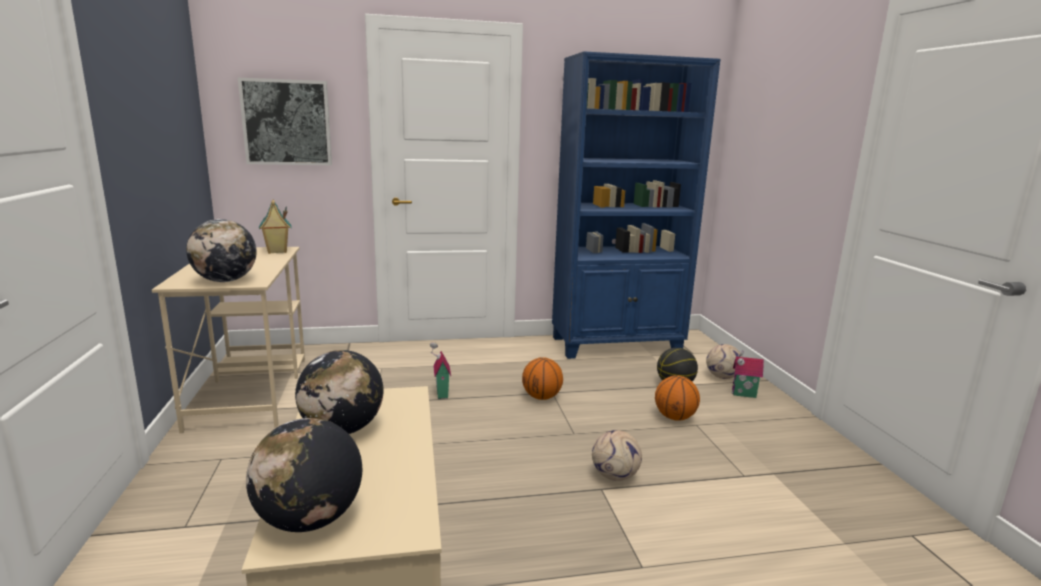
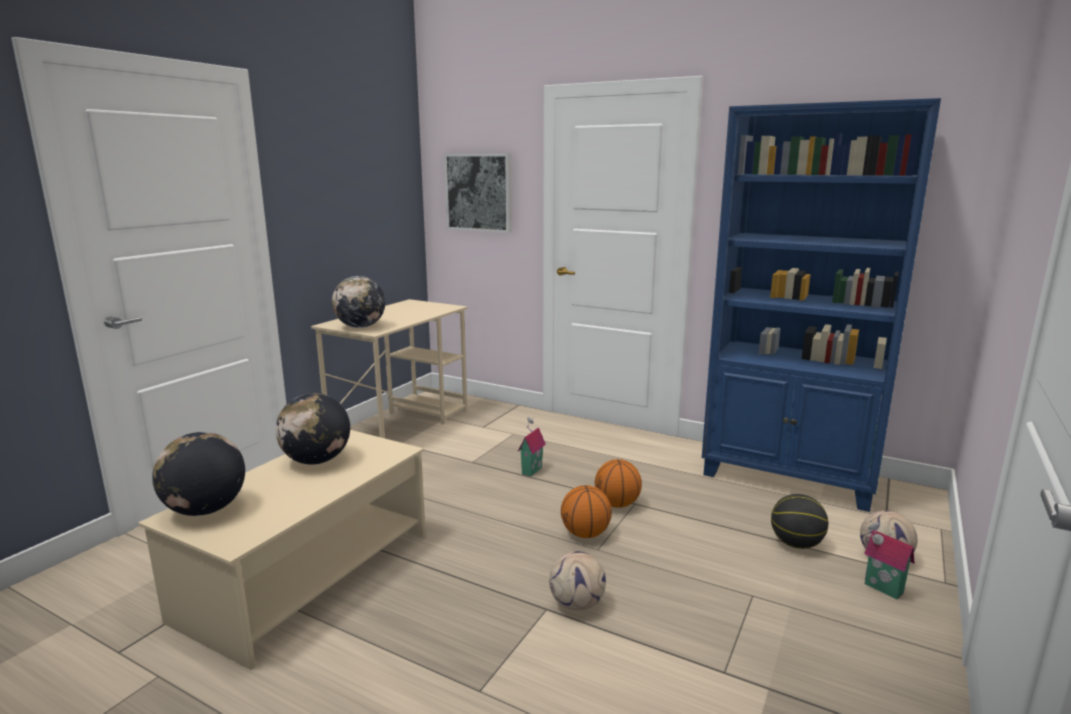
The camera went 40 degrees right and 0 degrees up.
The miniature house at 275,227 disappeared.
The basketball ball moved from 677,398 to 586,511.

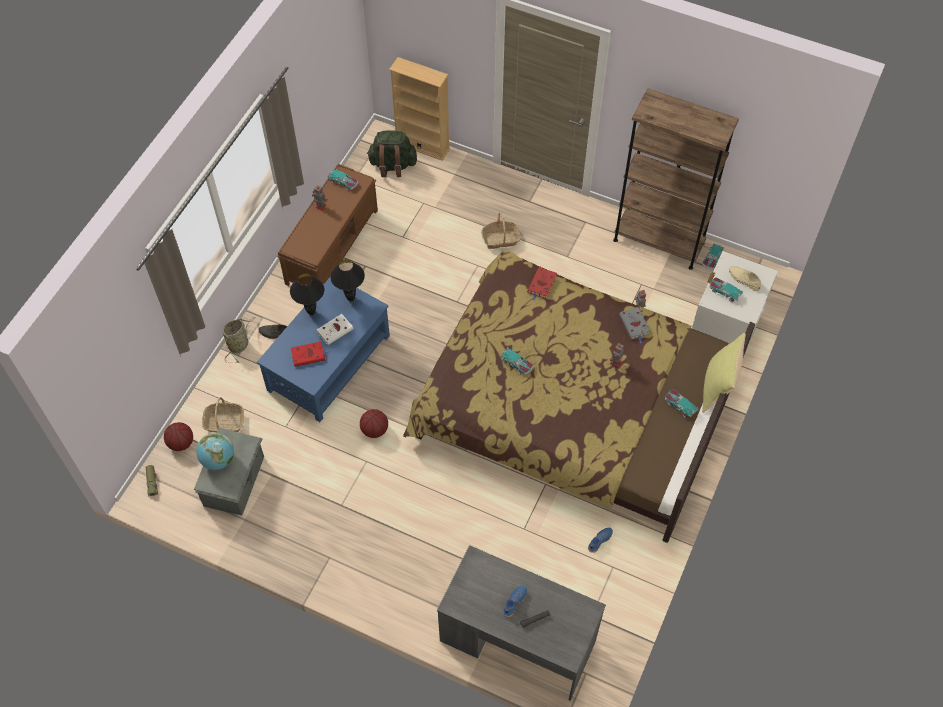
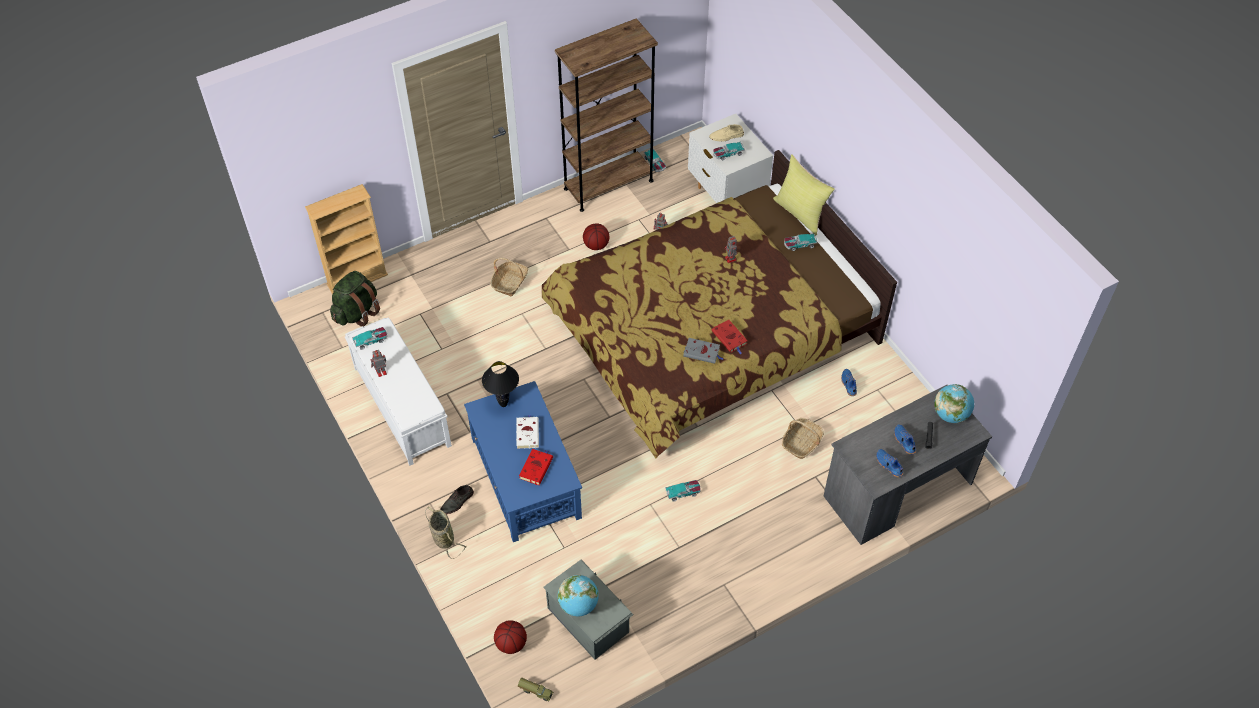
The camera went 55 degrees left and 5 degrees down.
The black table lamp at 307,294 disappeared.
The bluish shoe at 889,463 appeared.
The world globe at 954,403 appeared.
The household basket moved from 223,414 to 803,438.
The basketball ball moved from 374,423 to 596,237.
The miniature car moved from 516,361 to 683,491.
The red-coloured book moved from 542,284 to 729,337.
The greyish book moved from 635,325 to 703,351.
The brown-coloured long seat at 327,225 became the white-coloured long seat at 398,392.

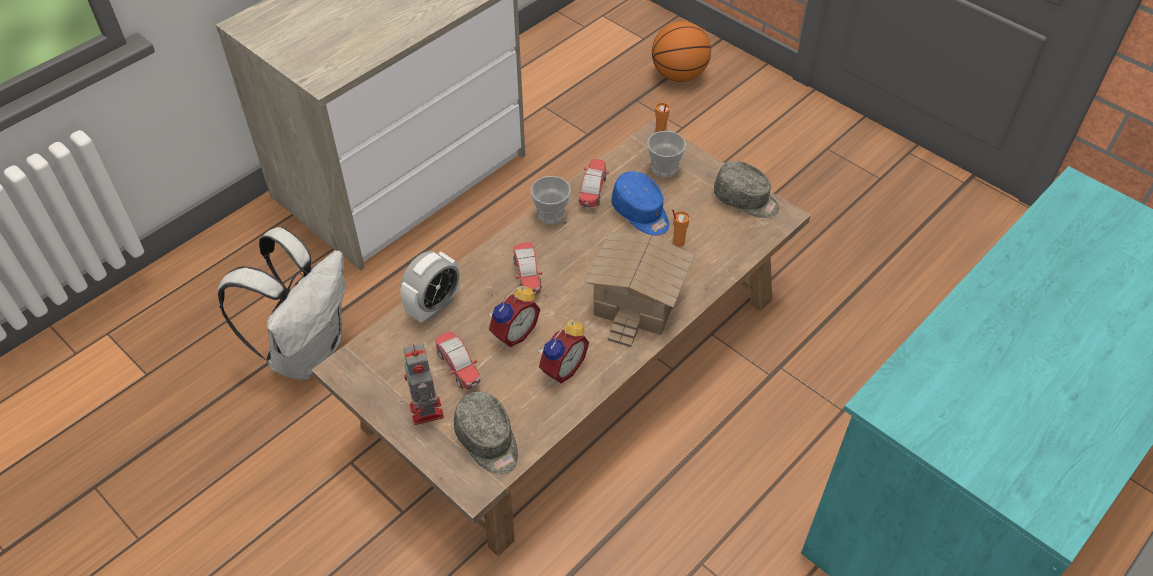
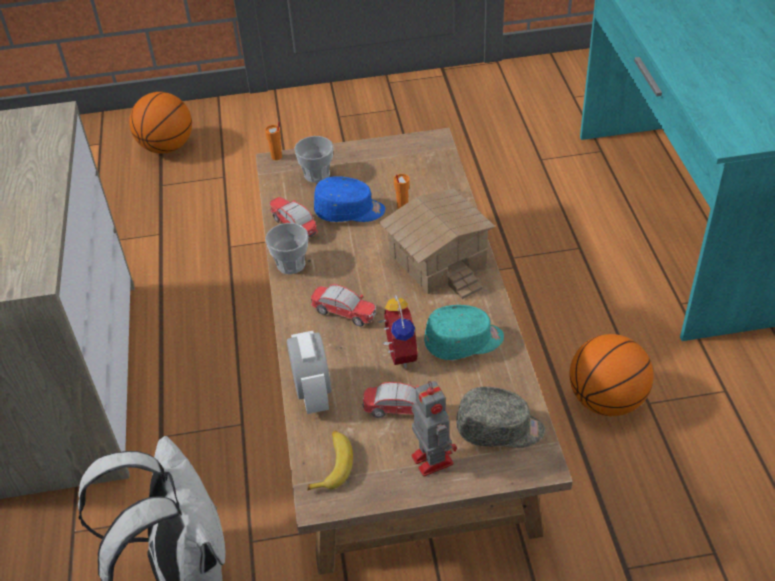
The camera went 50 degrees left and 5 degrees down.
The greyish peaked cap at 746,189 disappeared.
The whole banana at 330,460 appeared.
The basketball ball at 611,375 appeared.
The bedside clock at 563,351 was replaced by the turquoise peaked cap at 464,332.
The toy robot at 424,384 turned 135 degrees counterclockwise.

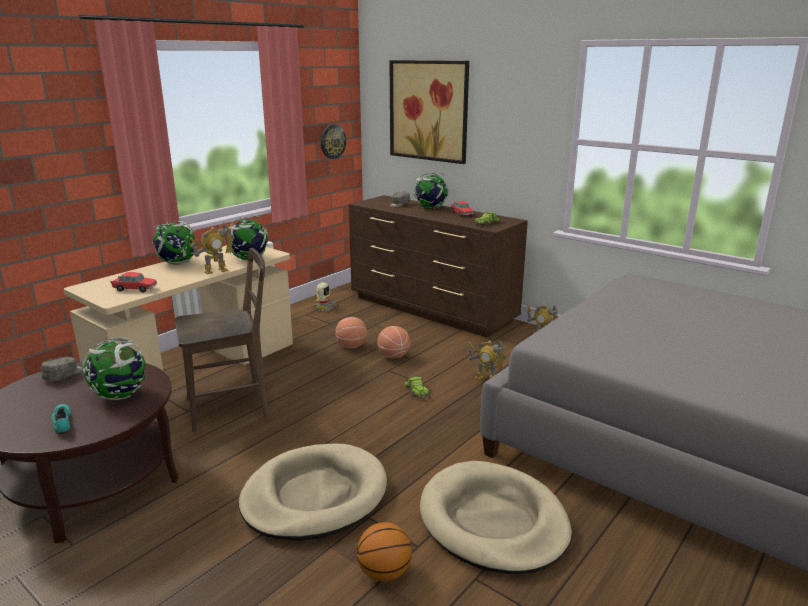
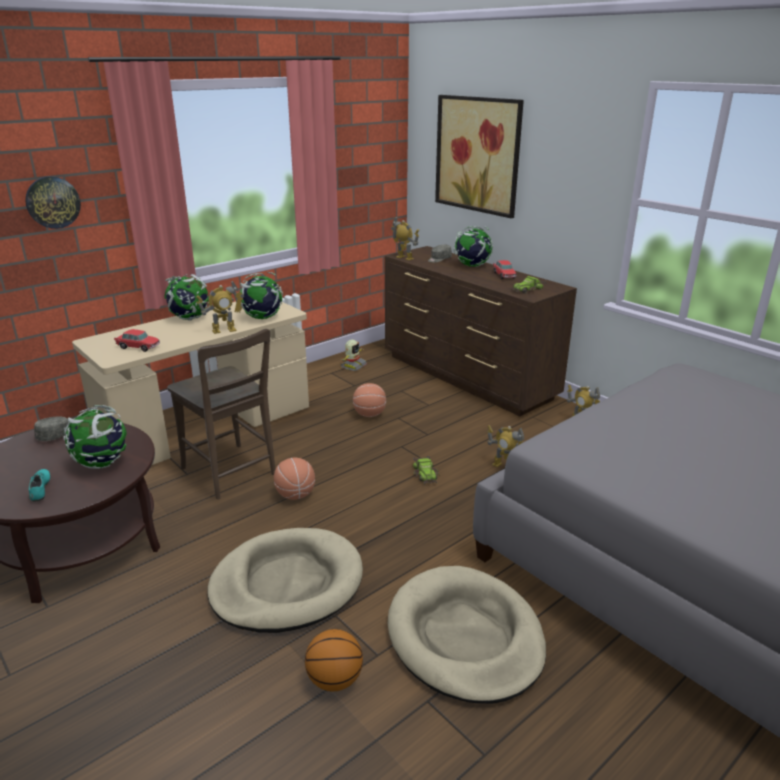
The camera went 10 degrees right and 5 degrees up.
The toy robot at 405,238 appeared.
The wall clock moved from 333,141 to 53,202.
The basketball ball moved from 394,342 to 294,479.
The brown-coloured plain chair at 221,340 turned 60 degrees clockwise.

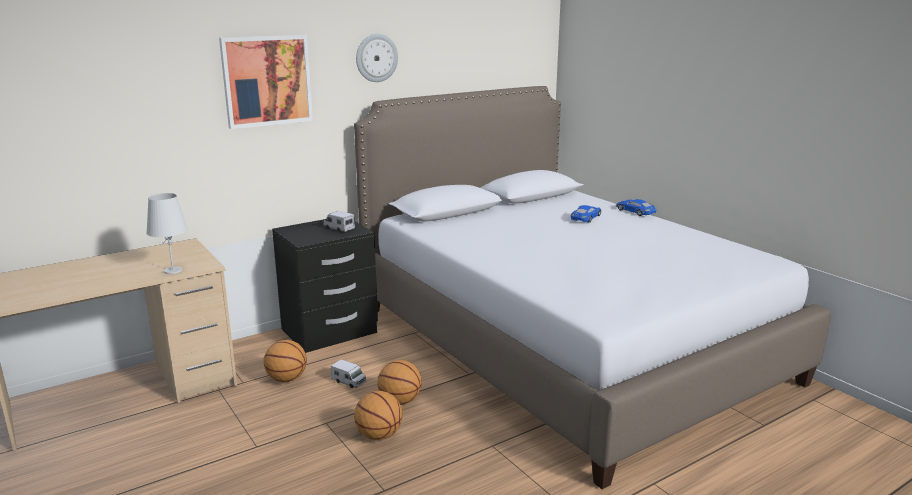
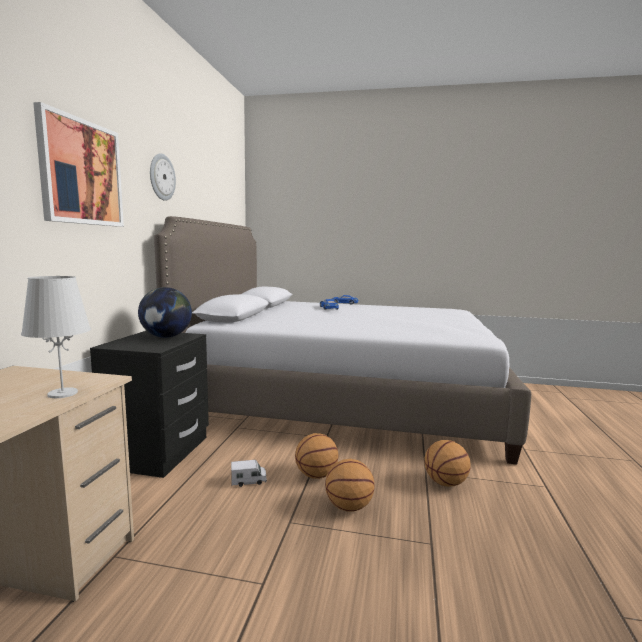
The camera went 45 degrees left and 10 degrees down.
The basketball ball moved from 285,361 to 447,463.
The toy truck at 339,221 was replaced by the world globe at 165,312.

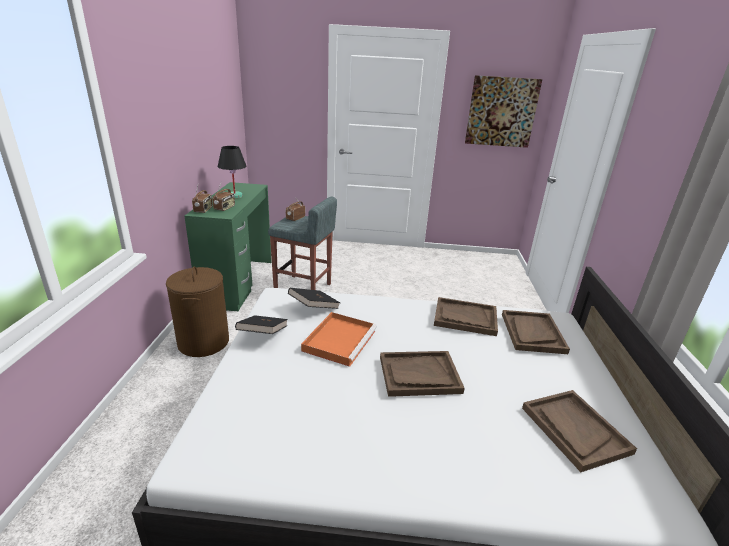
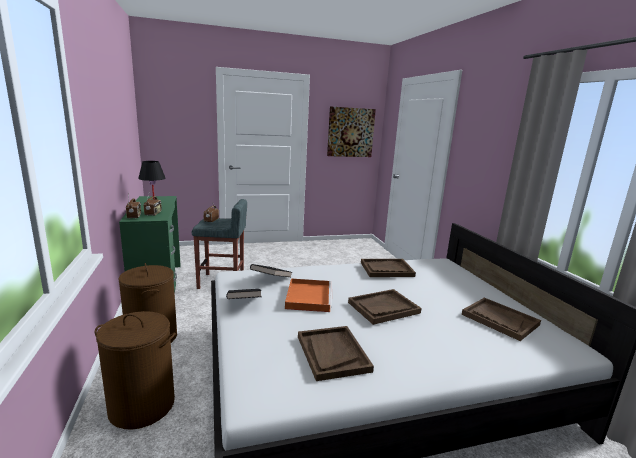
The camera went 20 degrees left and 10 degrees down.
The brown-coloured washing basket at 135,370 appeared.
The brown-coloured tray moved from 536,332 to 336,353.

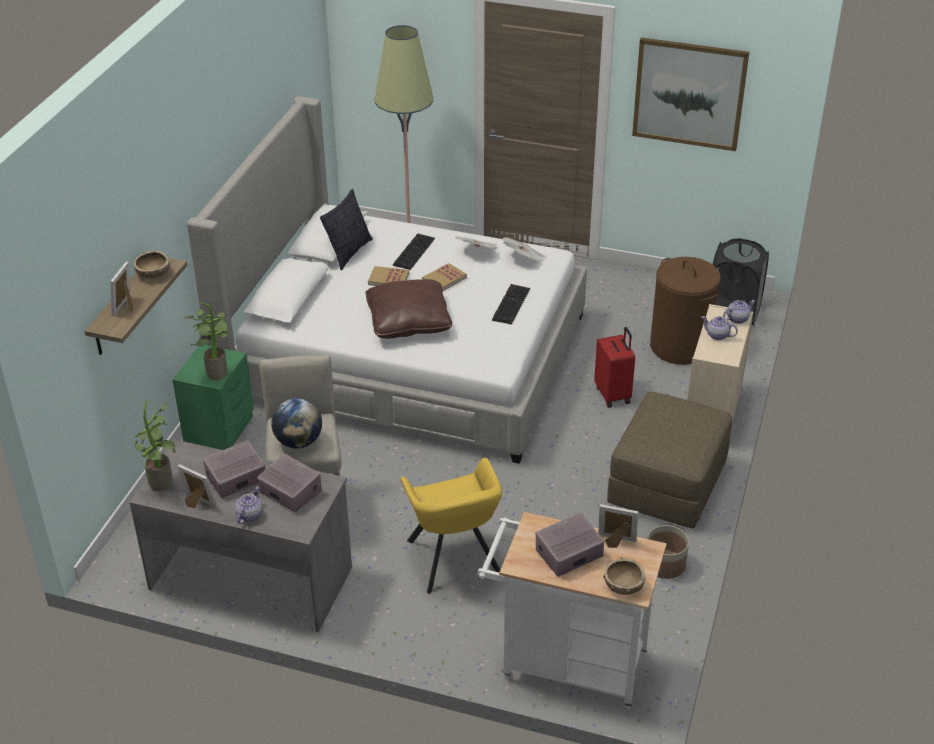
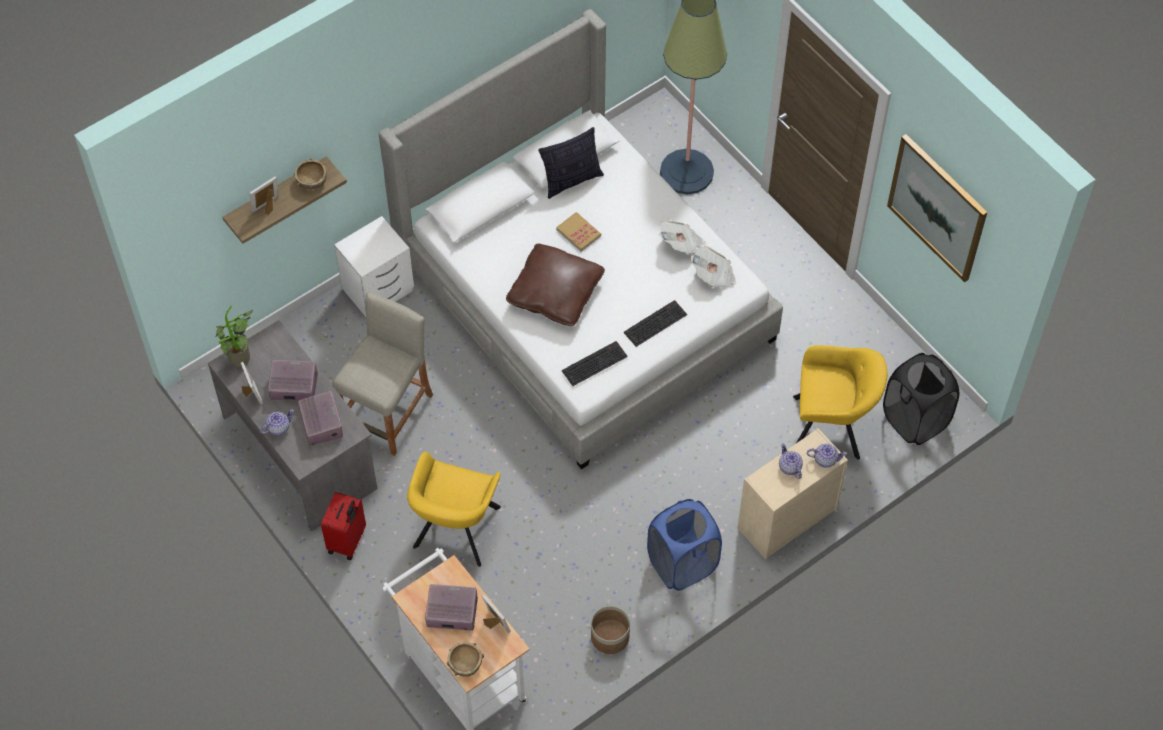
The camera went 35 degrees right and 20 degrees up.
The plant in a pot at 206,341 disappeared.
The world globe at 296,423 disappeared.
The book at 444,277 disappeared.
The keyboard moved from 414,252 to 595,363.
The red-coloured suitcase moved from 614,367 to 343,526.
The brown-coloured footrest at 669,460 was replaced by the bluish washing basket at 684,545.
The brown-coloured washing basket at 685,311 was replaced by the yellow easy chair at 840,402.
The green bedside table at 213,397 became the white-coloured bedside table at 374,266.

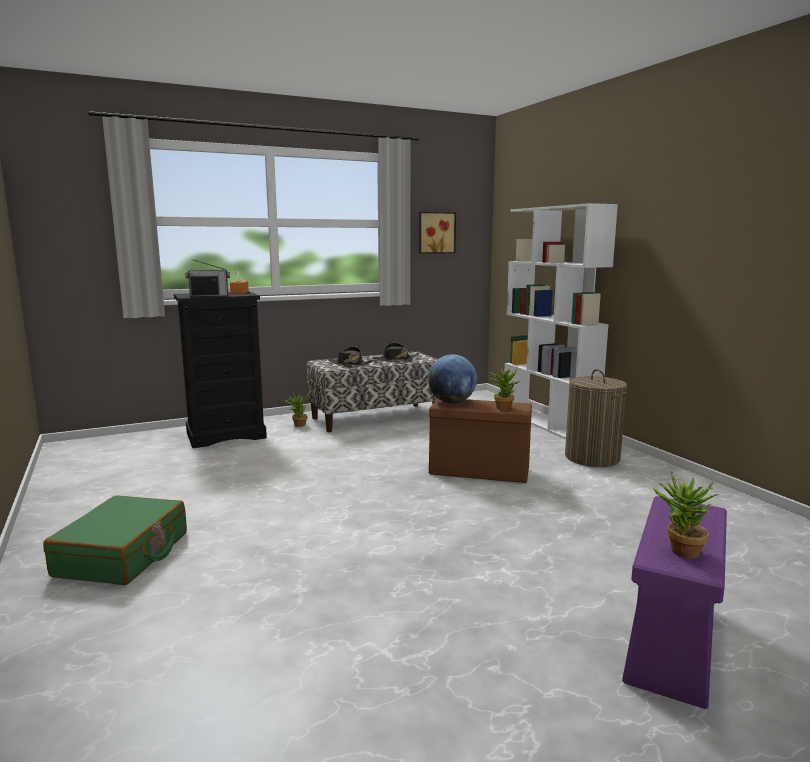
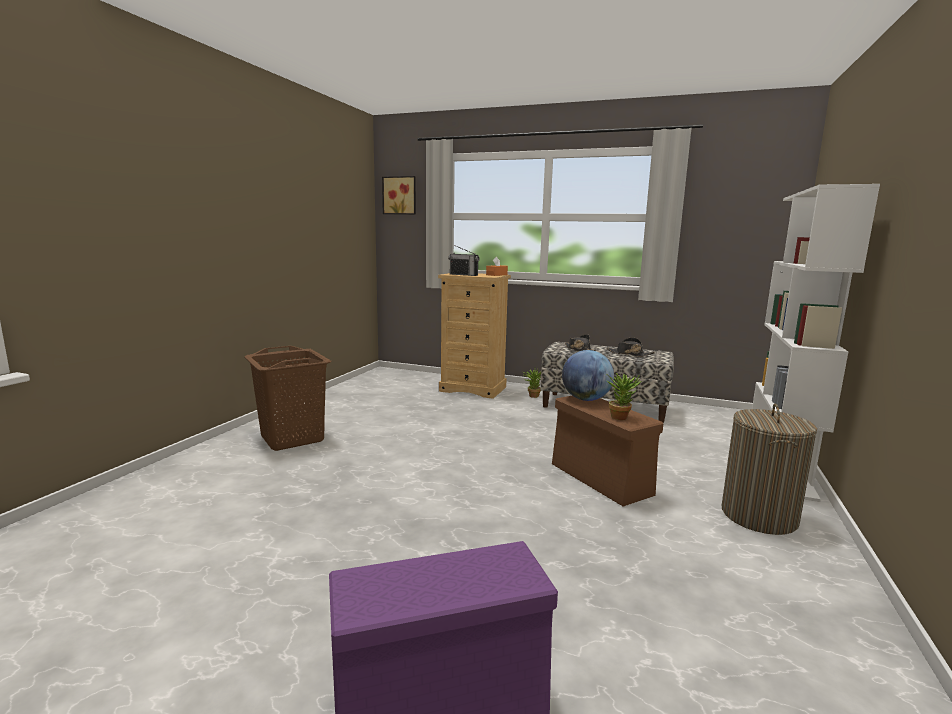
The camera went 45 degrees right and 0 degrees up.
The plant in a pot at 686,515 disappeared.
The picture moved from 437,233 to 399,195.
The green suitcase at 115,540 was replaced by the brown-coloured washing basket at 287,398.
The black dresser at 220,370 became the beige dresser at 474,336.

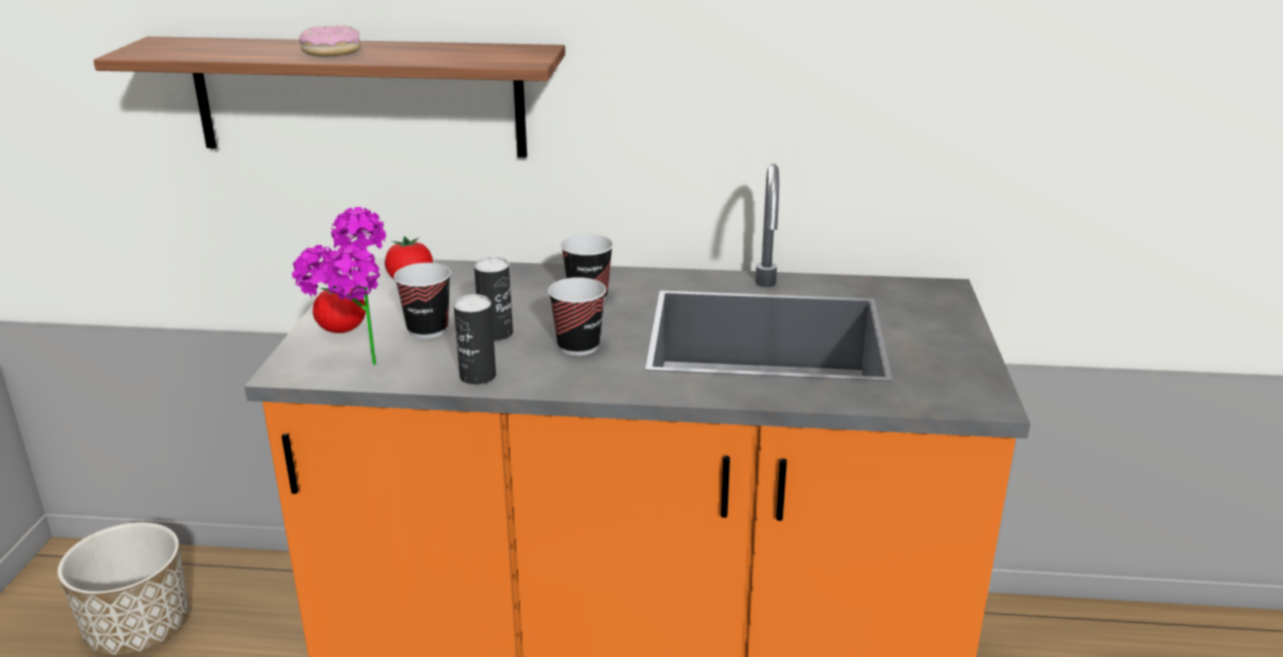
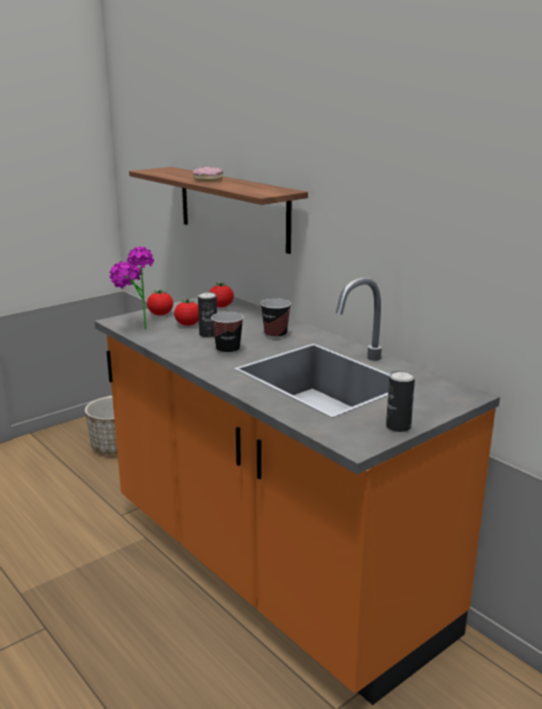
The camera went 45 degrees right and 5 degrees down.
The metal can moved from 475,339 to 400,401.
The drinking cup at 422,301 was replaced by the whole tomato at 186,312.

